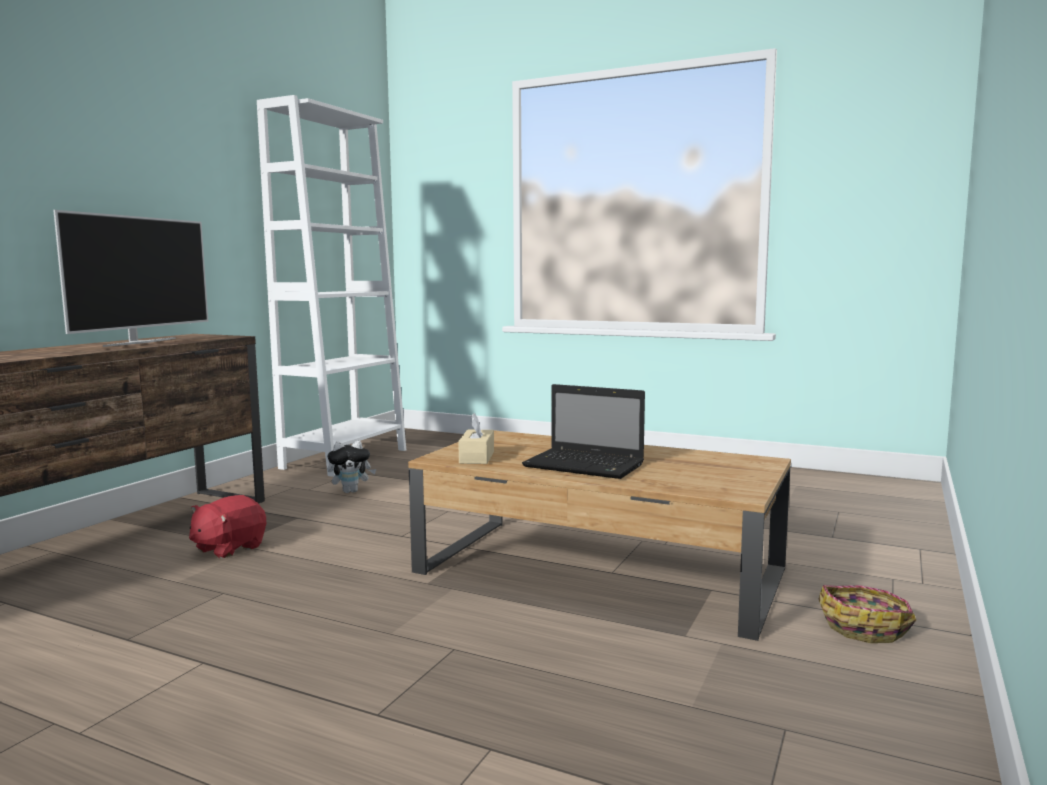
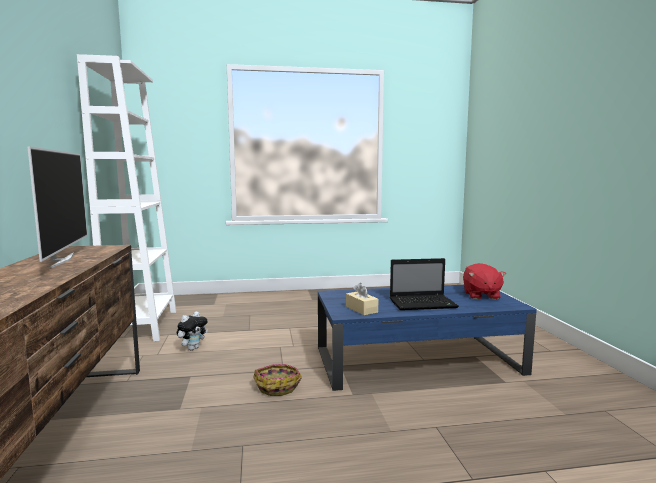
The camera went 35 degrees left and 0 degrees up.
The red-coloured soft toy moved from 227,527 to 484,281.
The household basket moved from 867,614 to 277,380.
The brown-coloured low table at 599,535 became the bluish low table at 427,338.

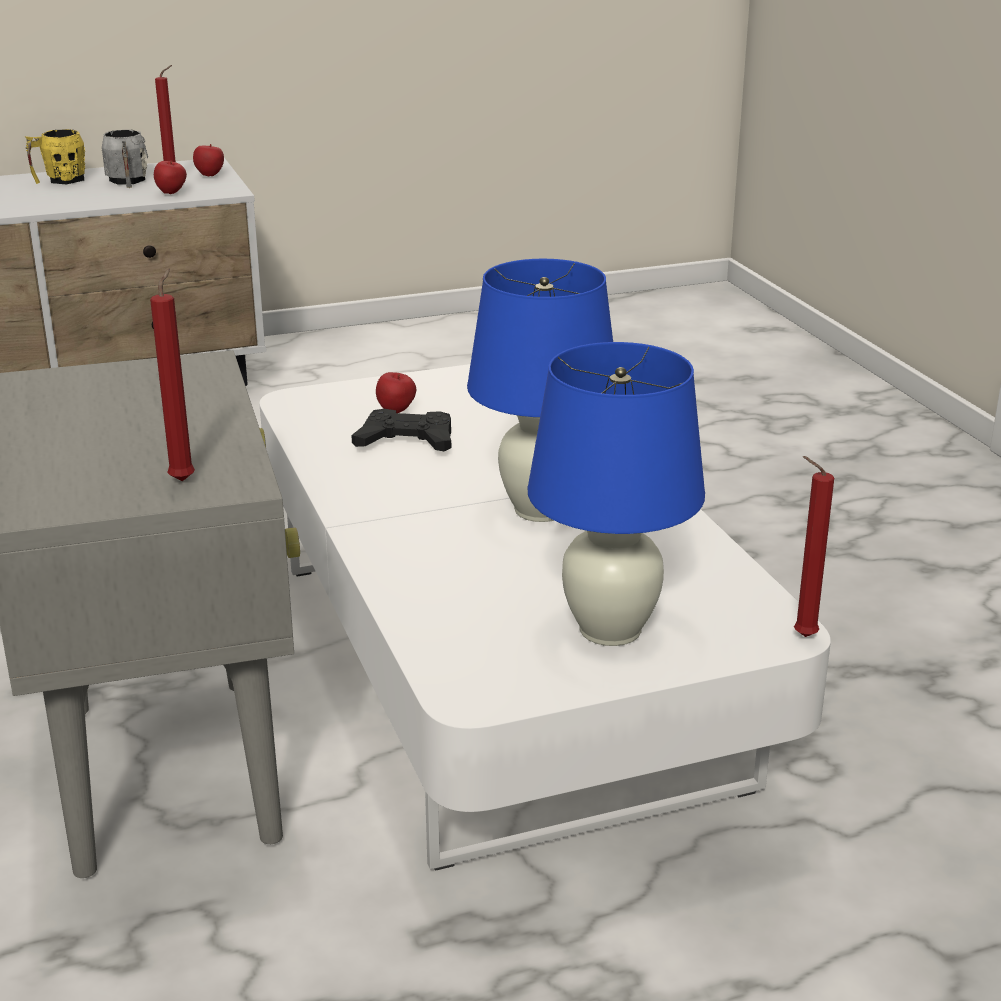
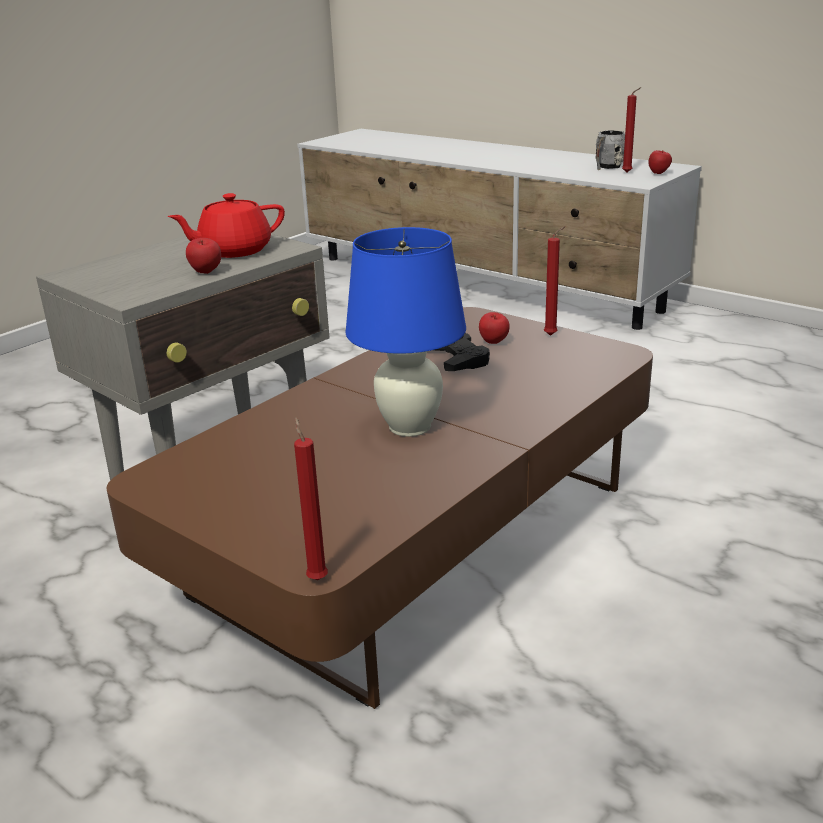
The camera went 60 degrees right and 0 degrees up.
The yellow tea mug at 55,156 disappeared.
The bluish table lamp at 616,494 disappeared.
The red-coloured teapot at 226,225 appeared.
The red-coloured wax candle moved from 172,374 to 554,281.
The apple moved from 170,177 to 203,256.
The white-coloured low table at 545,617 became the brown-coloured low table at 379,508.

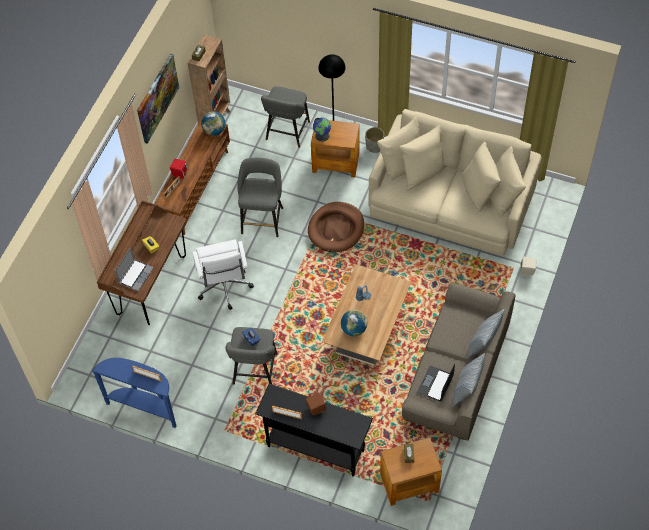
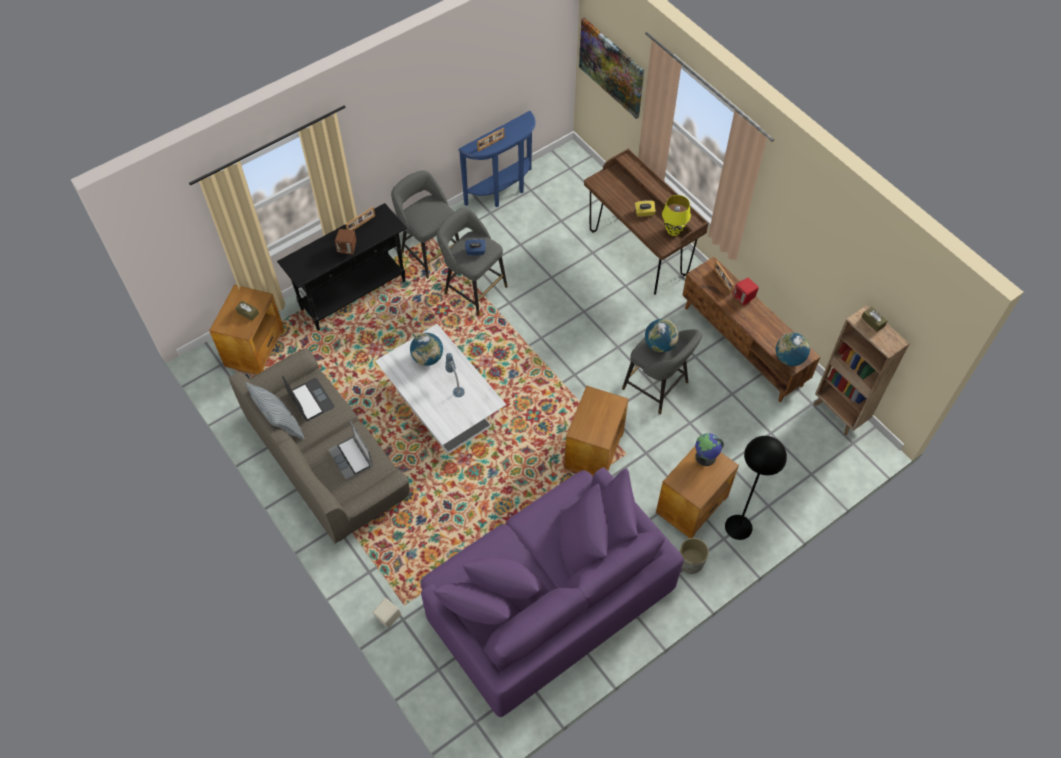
The camera went 120 degrees right and 0 degrees up.
The white-coloured office chair at 223,275 disappeared.
The pillow at 485,334 disappeared.
The world globe at 662,335 appeared.
The yellow table lamp at 676,215 appeared.
The portable computer moved from 134,269 to 350,450.
The picture moved from 158,98 to 611,68.
The greyish sitting stool moved from 285,117 to 425,224.
The brown-coloured dog cushion at 336,227 was replaced by the brown-coloured accent table at 596,431.
The brown-coloured low table at 366,315 became the white-coloured low table at 440,389.
The beige settee at 455,182 became the purple-coloured settee at 552,592.

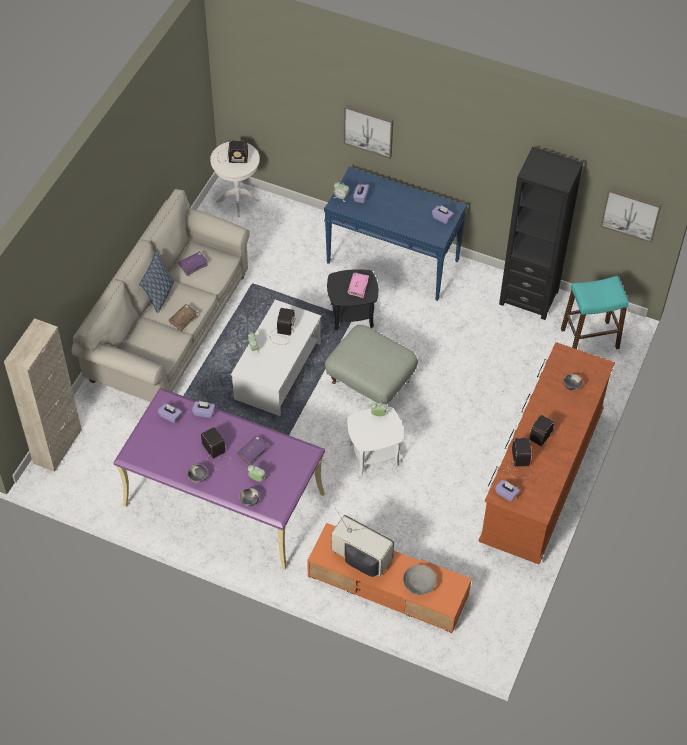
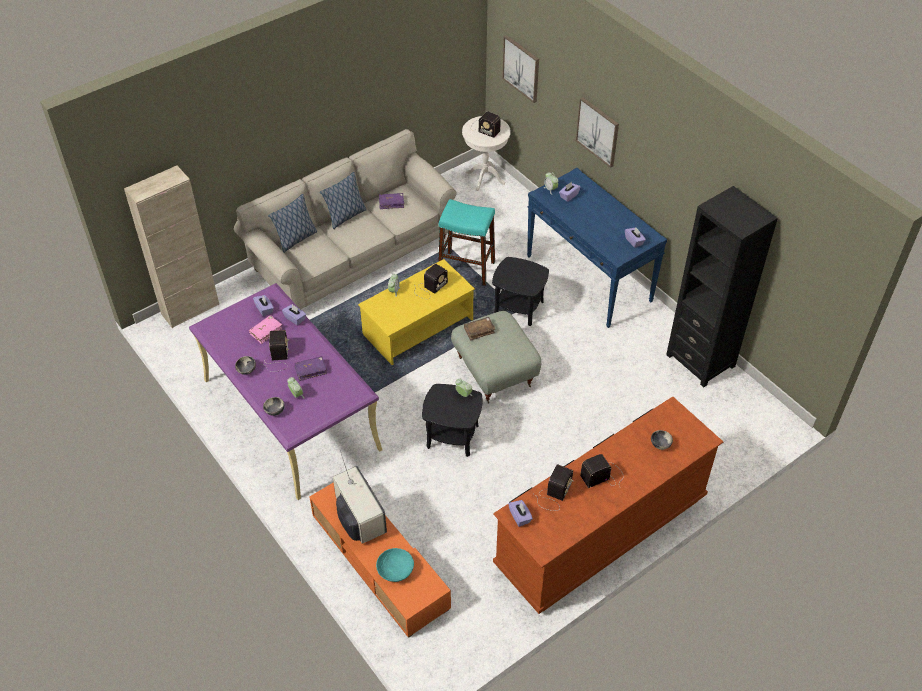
The camera went 30 degrees right and 5 degrees down.
The pillow at 292,223 appeared.
The brown-coloured book moved from 183,317 to 479,329.
The pinkish book moved from 358,285 to 265,329.
The turquoise sitting stool moved from 595,312 to 466,242.
The picture moved from 631,215 to 520,69.
The white-coloured low table at 276,357 became the yellow low table at 416,312.
The white-coloured accent table at 375,441 became the black accent table at 452,420.
The greyish serving bowl at 419,580 became the turquoise serving bowl at 395,565.

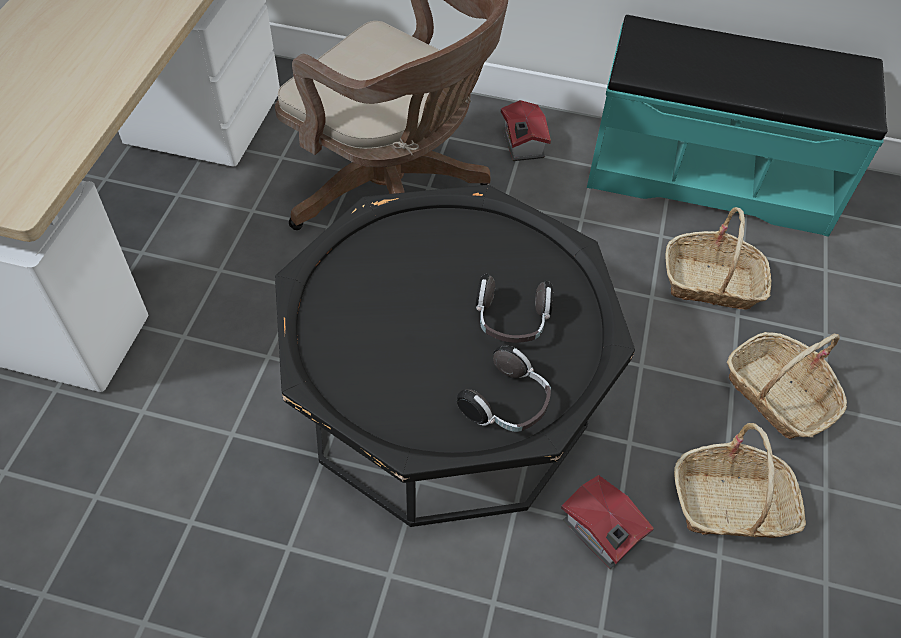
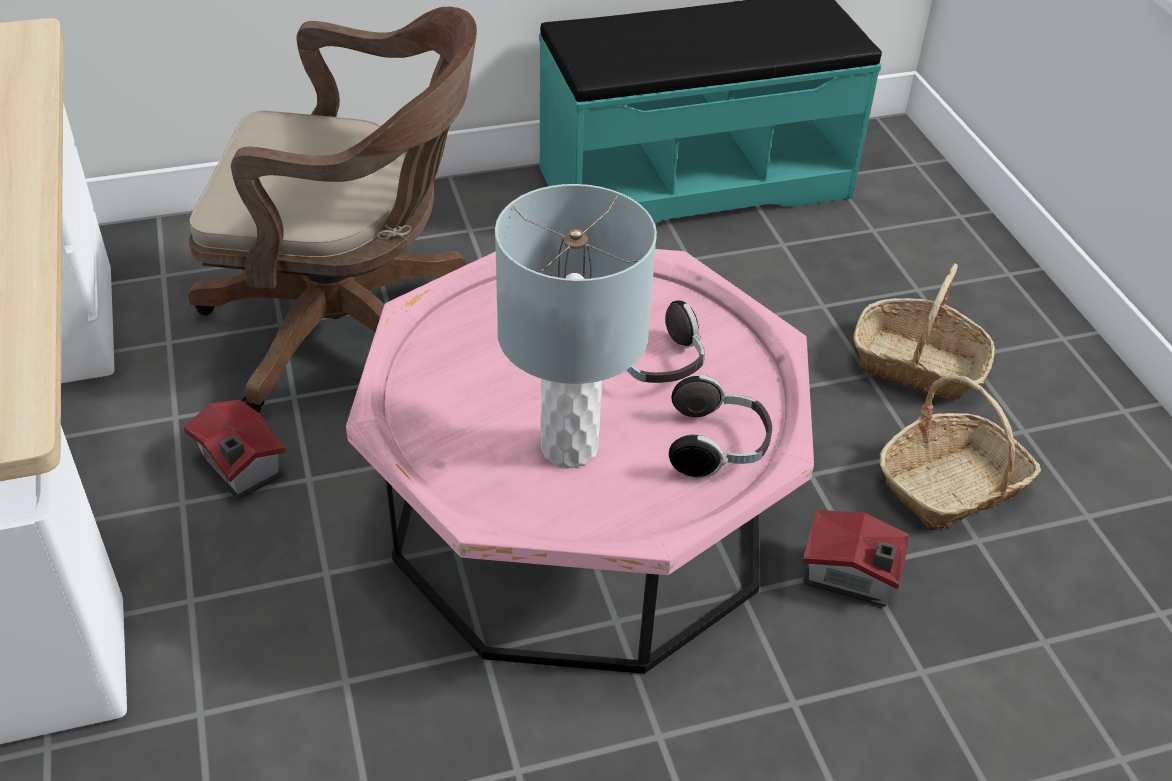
The camera went 30 degrees left and 10 degrees down.
The household basket at 718,258 disappeared.
The greyish table lamp at 576,326 appeared.
The miniature house moved from 526,130 to 235,450.
The black low table at 455,356 became the pinkish low table at 580,461.

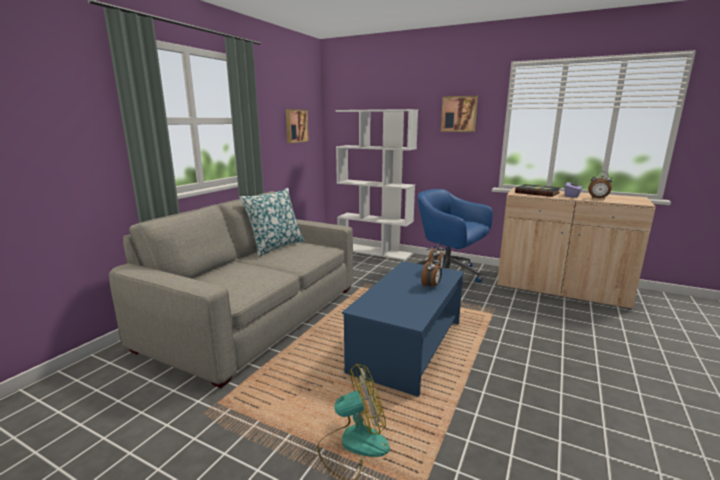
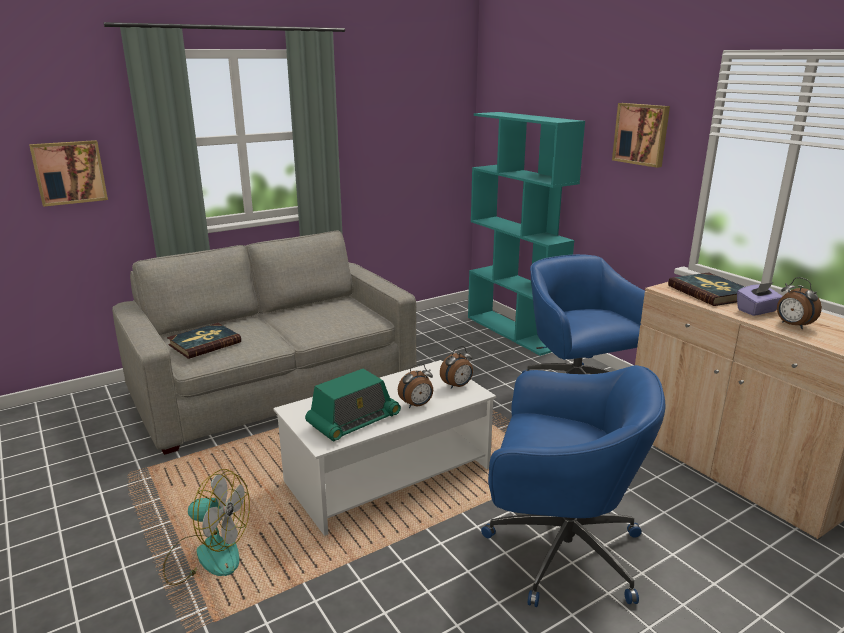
The camera went 30 degrees right and 5 degrees up.
The pillow at 272,222 disappeared.
The book at 204,341 appeared.
The radio set at 353,405 appeared.
The bluish office chair at 573,486 appeared.
The picture moved from 297,126 to 68,173.
The white-coloured bookcase at 376,184 became the turquoise bookcase at 526,234.
The bluish low table at 403,329 became the white-coloured low table at 384,448.

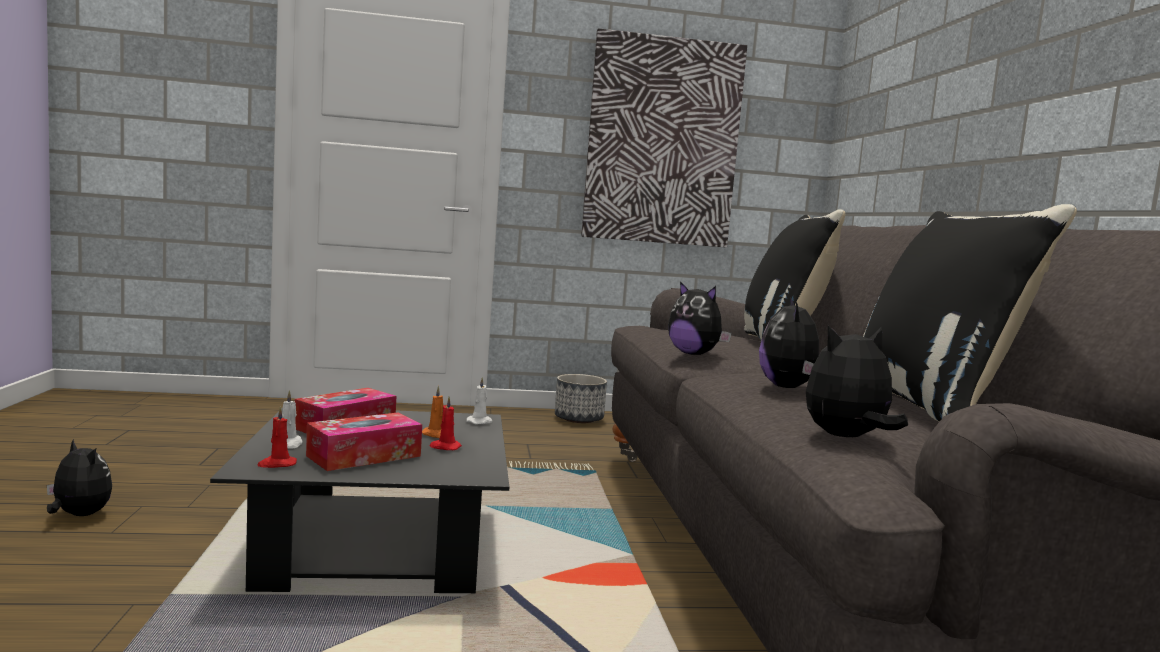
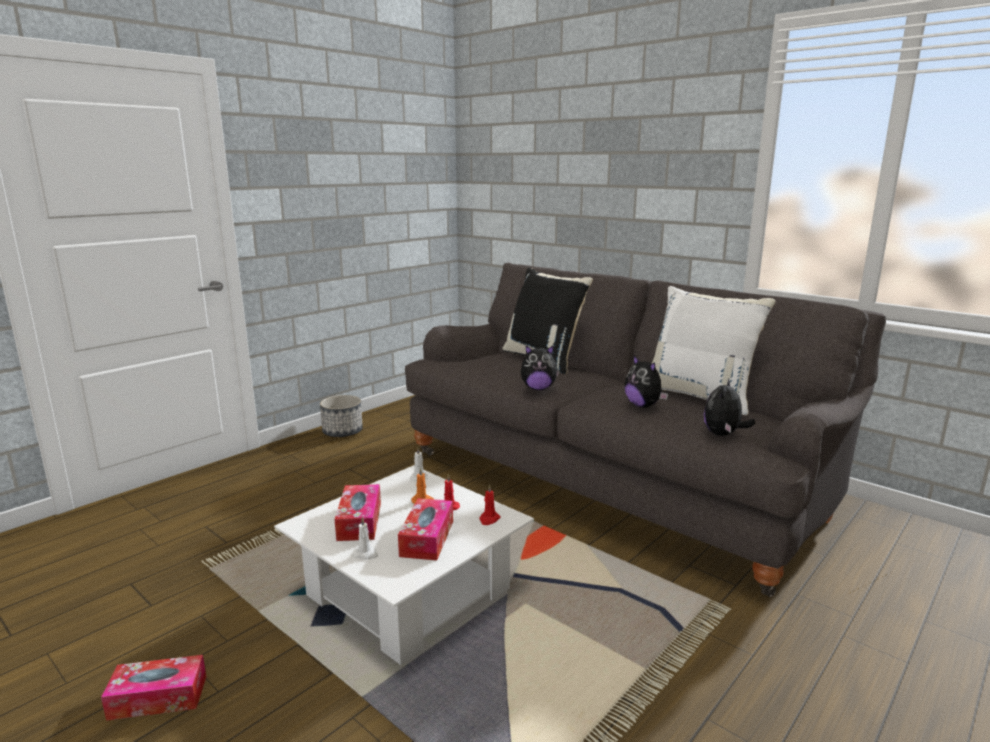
The camera went 40 degrees left and 10 degrees up.
The picture at 664,137 disappeared.
The red-coloured wax candle moved from 277,437 to 490,504.
The soft toy at 79,477 was replaced by the tissue holder at 154,688.
The black low table at 359,500 became the white-coloured low table at 404,565.
The black pillow at 970,313 became the white-coloured pillow at 713,350.

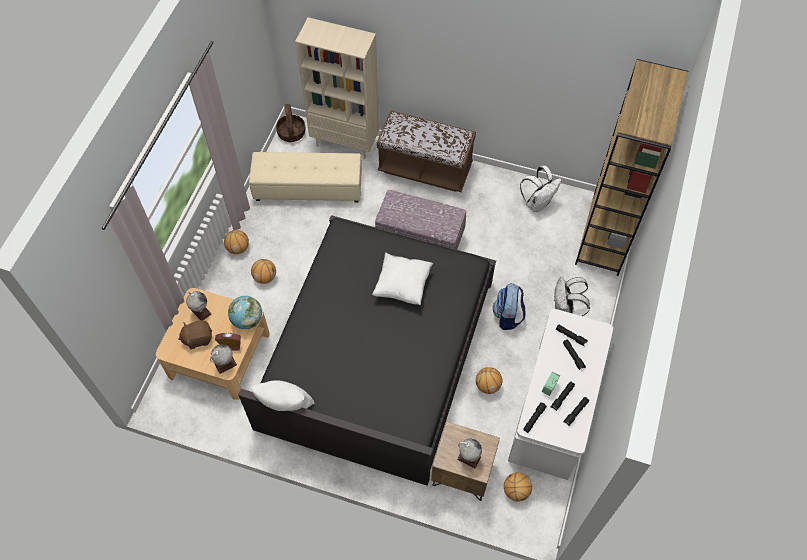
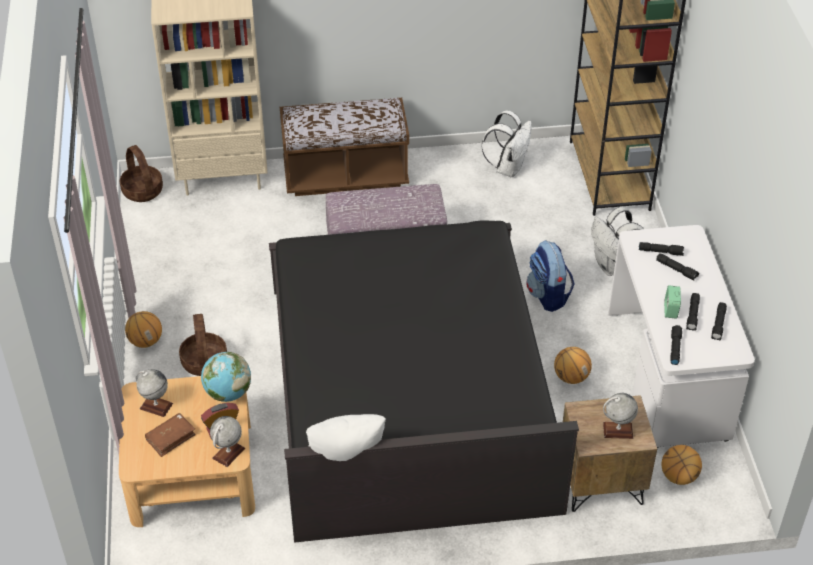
The camera went 25 degrees left and 15 degrees down.
The beige footrest at 305,177 disappeared.
The white-coloured pillow at 402,278 disappeared.
The brown-coloured soft toy at 195,334 was replaced by the brown-coloured book at 170,435.
The basketball ball at 263,271 was replaced by the household basket at 203,345.

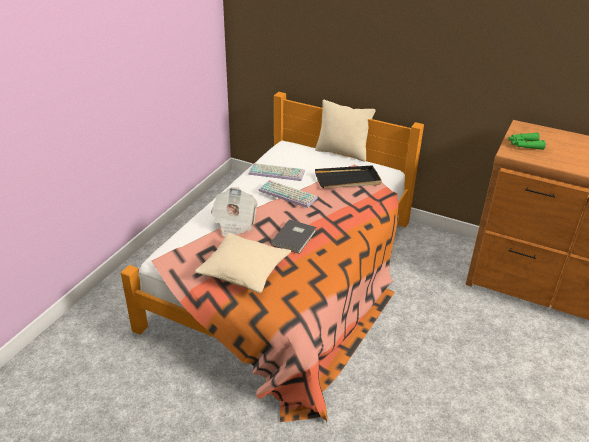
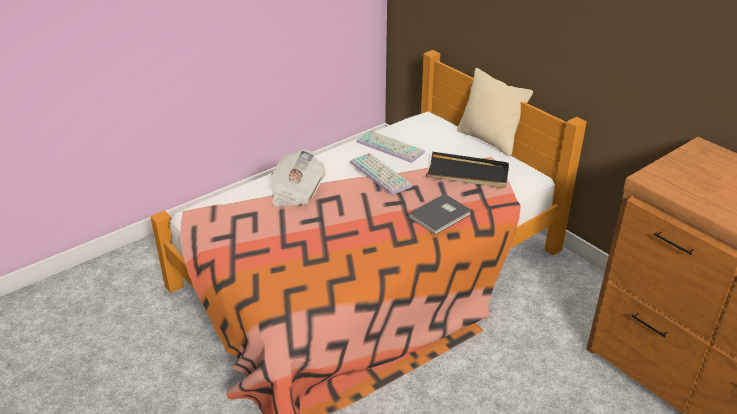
The camera went 25 degrees right and 0 degrees up.
The beige pillow at 243,263 disappeared.
The green pair of binoculars at 527,141 disappeared.
The greyish book moved from 294,236 to 440,214.

